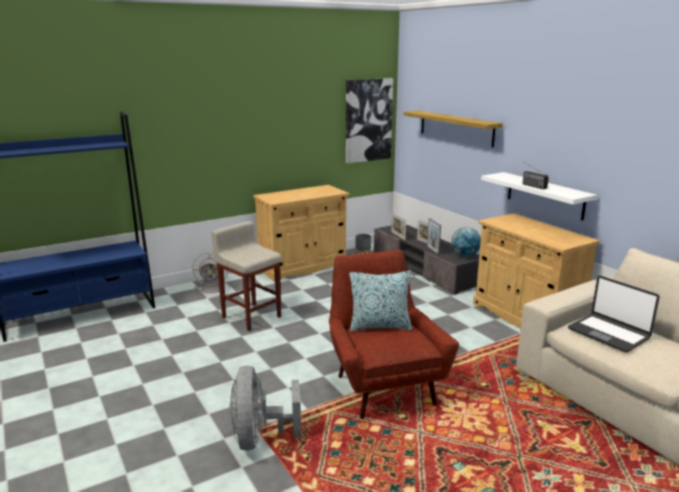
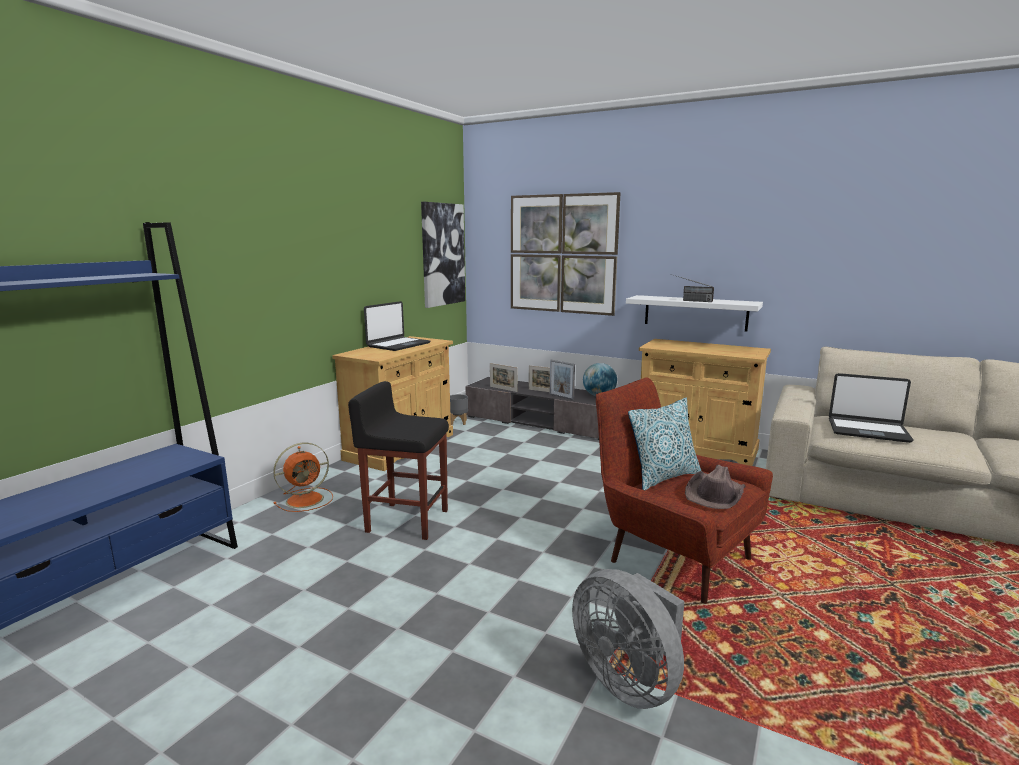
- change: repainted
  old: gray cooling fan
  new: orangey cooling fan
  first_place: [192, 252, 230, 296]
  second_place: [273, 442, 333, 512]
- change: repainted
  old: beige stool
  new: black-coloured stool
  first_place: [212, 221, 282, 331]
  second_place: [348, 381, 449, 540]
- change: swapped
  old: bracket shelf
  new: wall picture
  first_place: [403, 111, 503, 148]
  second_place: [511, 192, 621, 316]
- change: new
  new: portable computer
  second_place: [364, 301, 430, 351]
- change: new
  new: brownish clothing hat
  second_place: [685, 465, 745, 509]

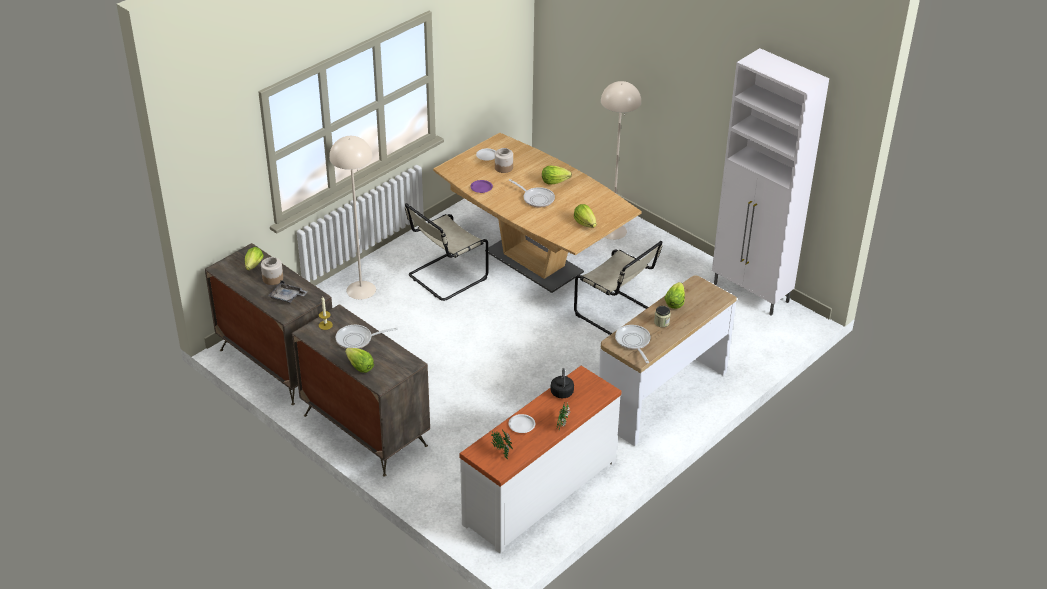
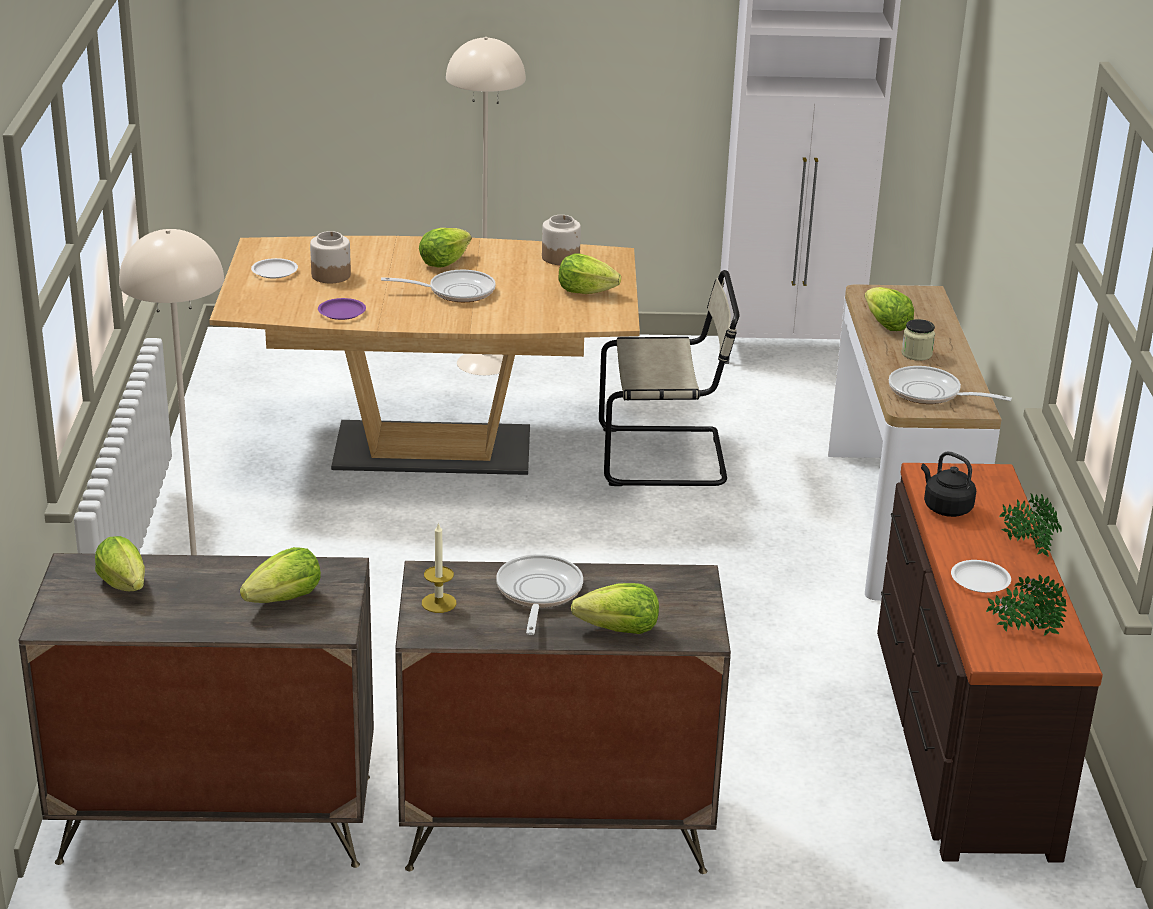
- change: shifted
  old: storage jar
  first_place: [261, 257, 283, 285]
  second_place: [542, 215, 581, 265]
- change: swapped
  old: gray tray
  new: lettuce head
  first_place: [268, 280, 307, 304]
  second_place: [240, 547, 321, 603]
- change: rotated
  old: skillet
  first_place: [336, 325, 398, 349]
  second_place: [496, 554, 583, 635]
  degrees: 150
- change: gone
  old: beige chair
  first_place: [405, 203, 488, 301]
- change: repainted
  old: white-coloured dresser
  new: brownish dresser
  first_place: [459, 366, 622, 553]
  second_place: [877, 463, 1103, 863]

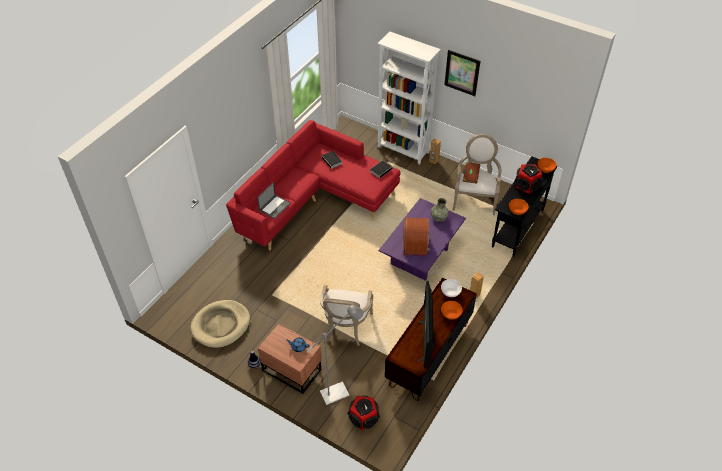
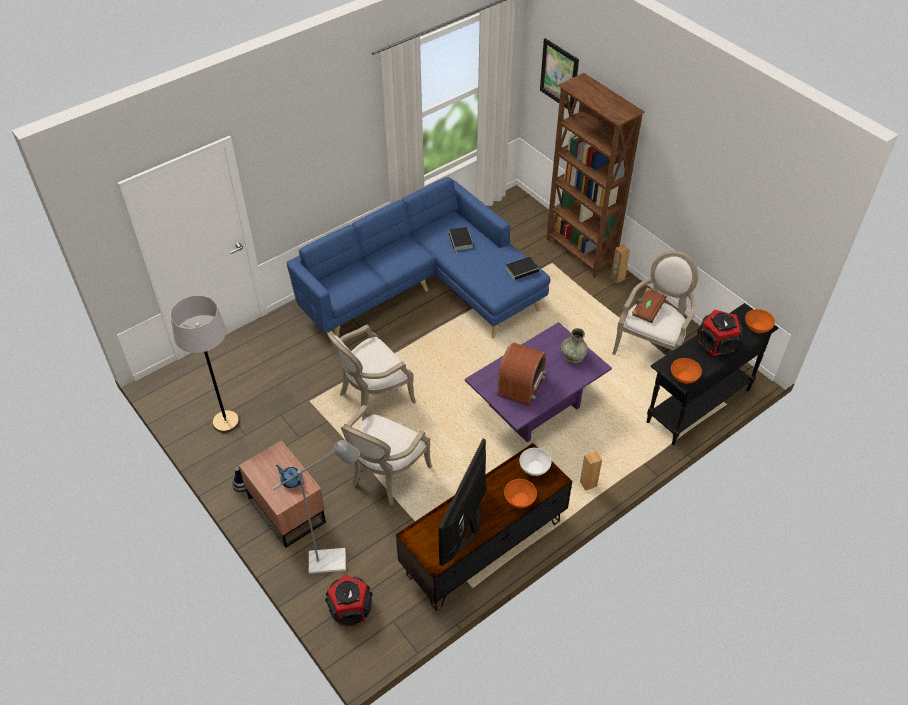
- change: swapped
  old: beige dog bed
  new: gray standing lamp
  first_place: [190, 300, 250, 348]
  second_place: [170, 295, 240, 433]
- change: repainted
  old: reddish settee
  new: blue settee
  first_place: [226, 120, 400, 251]
  second_place: [287, 177, 550, 338]
- change: gone
  old: portable computer
  first_place: [257, 182, 291, 219]
- change: repainted
  old: white-coloured bookshelf
  new: brownish bookshelf
  first_place: [377, 32, 441, 165]
  second_place: [546, 73, 645, 278]
- change: shifted
  old: wall picture
  first_place: [444, 50, 481, 96]
  second_place: [540, 38, 579, 109]
- change: new
  new: lounge chair
  second_place: [327, 325, 416, 420]

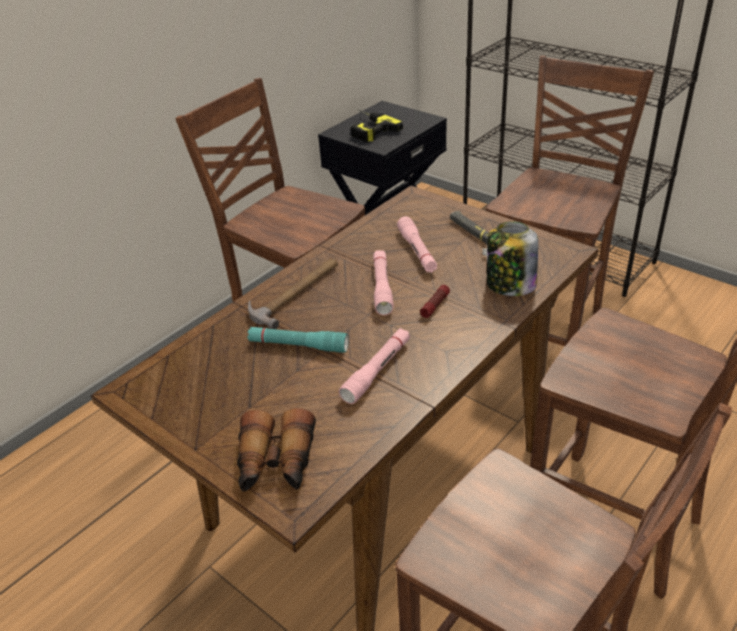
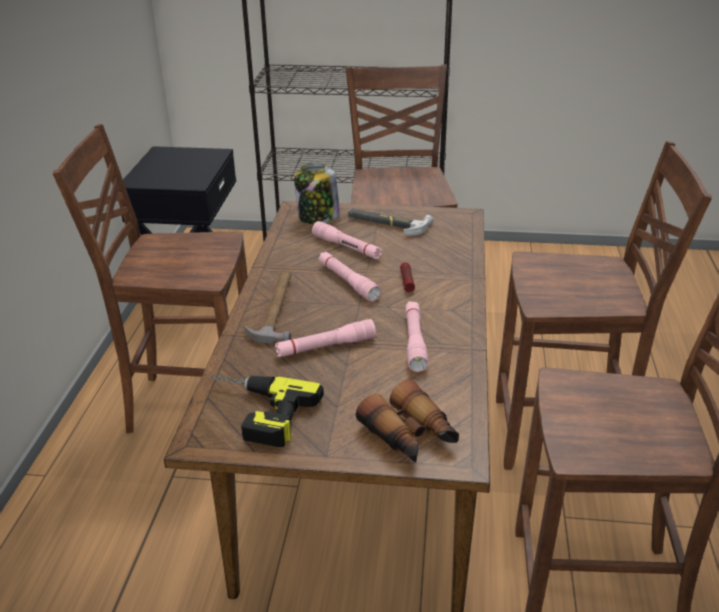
- change: repainted
  old: turquoise flashlight
  new: pinkish flashlight
  first_place: [247, 327, 349, 353]
  second_place: [275, 319, 376, 357]
- change: shifted
  old: power drill
  first_place: [351, 109, 403, 142]
  second_place: [212, 375, 324, 447]
- change: shifted
  old: storage jar
  first_place: [487, 221, 538, 296]
  second_place: [294, 163, 340, 224]

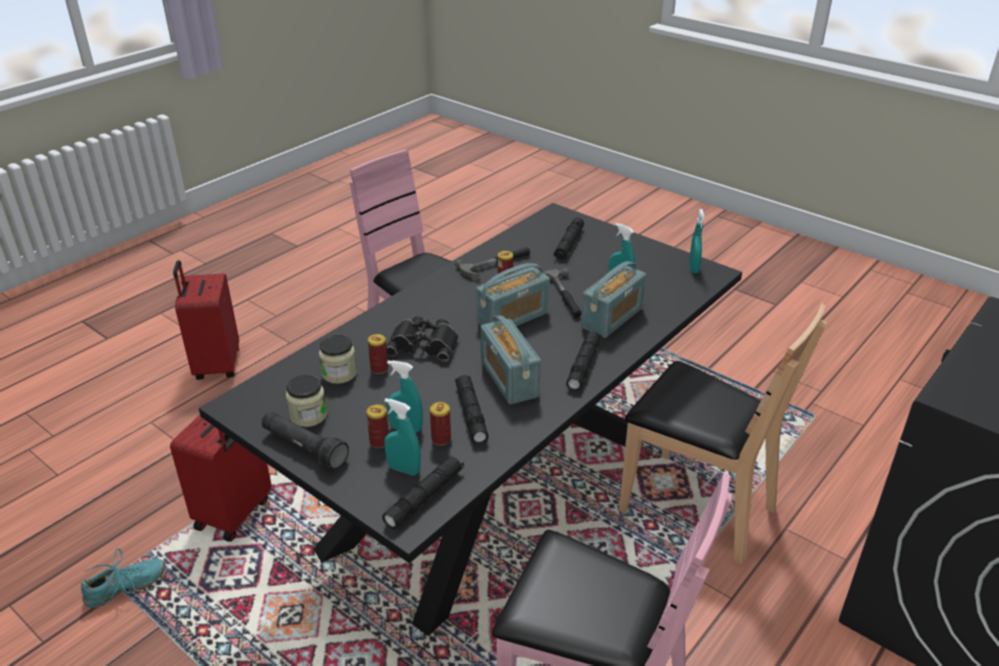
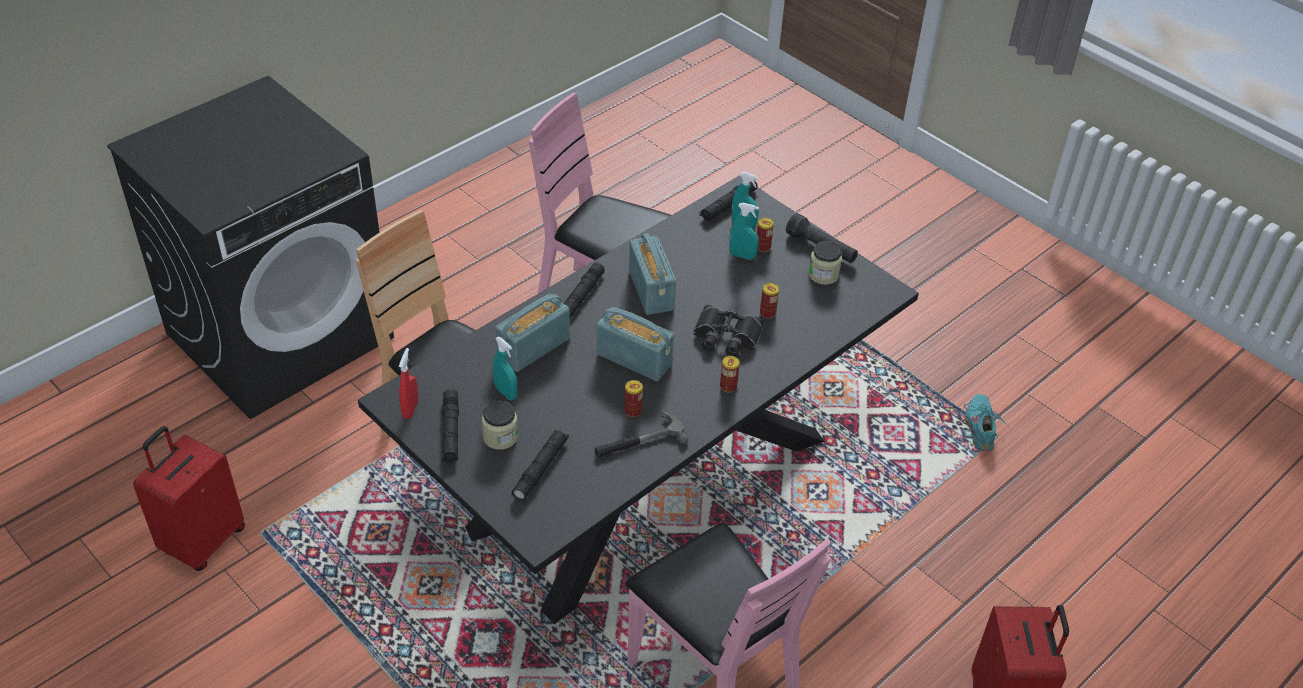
- change: rotated
  old: turquoise shoe
  first_place: [81, 548, 166, 608]
  second_place: [963, 394, 1010, 451]
  degrees: 120
- change: shifted
  old: reddish suitcase
  first_place: [170, 415, 272, 542]
  second_place: [133, 426, 245, 571]
- change: shifted
  old: storage jar
  first_place: [319, 335, 357, 384]
  second_place: [482, 401, 518, 450]
- change: shifted
  old: metal can
  first_place: [430, 402, 451, 446]
  second_place: [720, 356, 740, 392]
- change: shifted
  old: black-coloured flashlight
  first_place: [455, 375, 488, 444]
  second_place: [442, 389, 459, 462]
- change: rotated
  old: radio set
  first_place: [476, 263, 550, 326]
  second_place: [597, 307, 674, 381]
  degrees: 60
- change: gone
  old: hammer
  first_place: [544, 268, 582, 318]
- change: repainted
  old: turquoise hand sprayer
  new: reddish hand sprayer
  first_place: [689, 209, 704, 273]
  second_place: [399, 348, 418, 419]

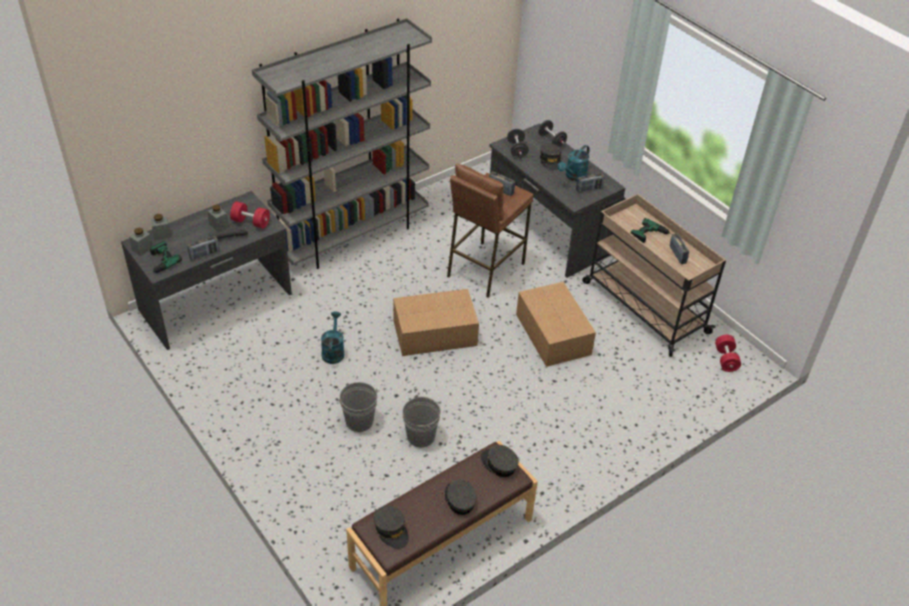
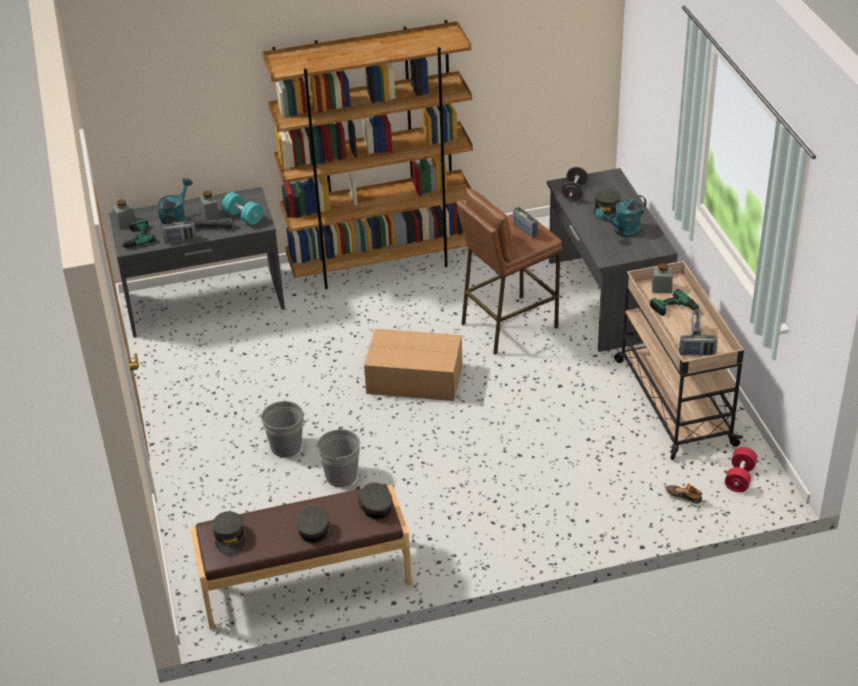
- change: shifted
  old: gray storage jar
  first_place: [151, 214, 172, 241]
  second_place: [652, 263, 673, 293]
- change: repainted
  old: reddish hand weight
  new: turquoise hand weight
  first_place: [230, 201, 270, 229]
  second_place: [222, 192, 263, 225]
- change: repainted
  old: gray bookshelf
  new: brownish bookshelf
  first_place: [252, 18, 432, 269]
  second_place: [263, 20, 473, 289]
- change: shifted
  old: turquoise watering can
  first_place: [321, 312, 344, 364]
  second_place: [158, 178, 193, 228]
- change: gone
  old: packing box
  first_place: [516, 282, 596, 367]
- change: gone
  old: black-coloured hand weight
  first_place: [538, 120, 567, 147]
- change: shifted
  old: radio set
  first_place: [576, 173, 605, 193]
  second_place: [679, 335, 718, 356]
- change: new
  new: shoe
  second_place: [666, 484, 704, 507]

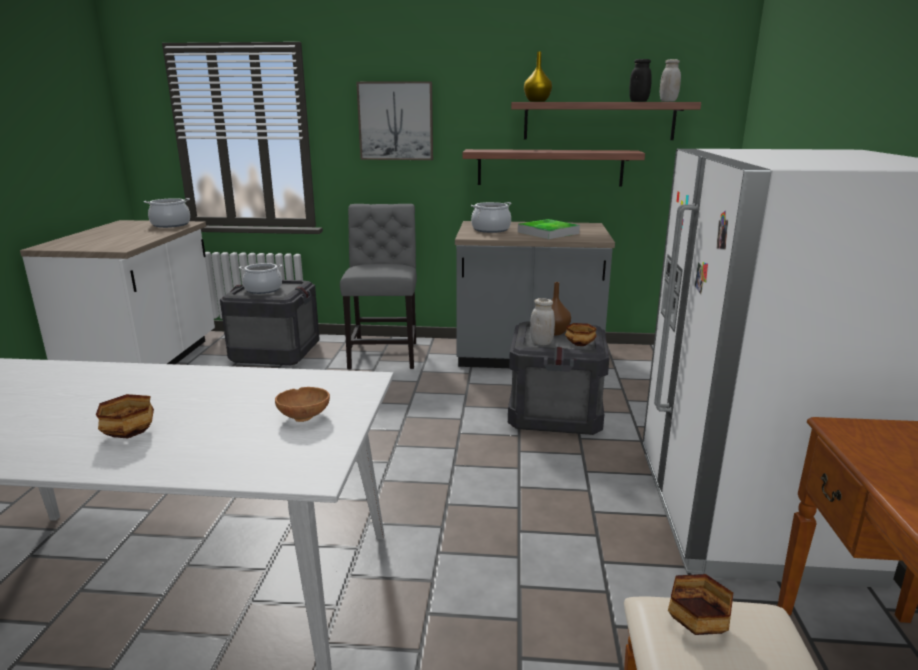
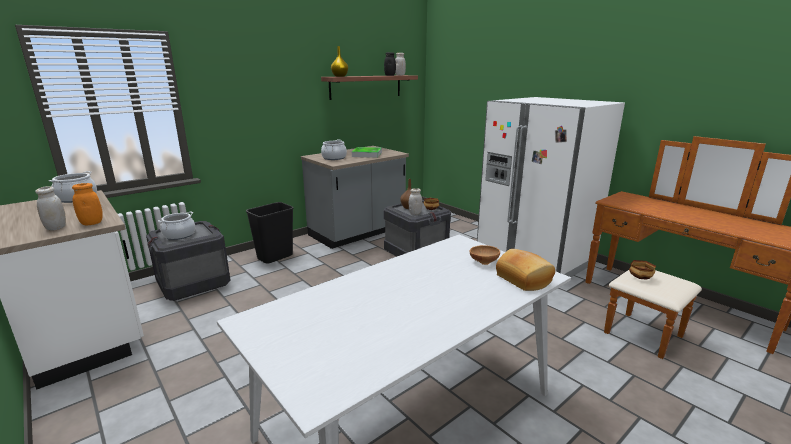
- change: gone
  old: deep dish
  first_place: [96, 394, 154, 439]
- change: swapped
  old: gray chair
  new: black-coloured trash can
  first_place: [340, 204, 417, 370]
  second_place: [246, 202, 294, 264]
- change: gone
  old: wall picture
  first_place: [356, 81, 433, 160]
- change: gone
  old: bracket shelf
  first_place: [462, 149, 645, 187]
- change: new
  new: white-coloured storage jar
  second_place: [35, 186, 66, 231]
- change: new
  new: orangey storage jar
  second_place: [72, 183, 103, 225]
- change: new
  new: bakery bread
  second_place: [496, 249, 555, 291]

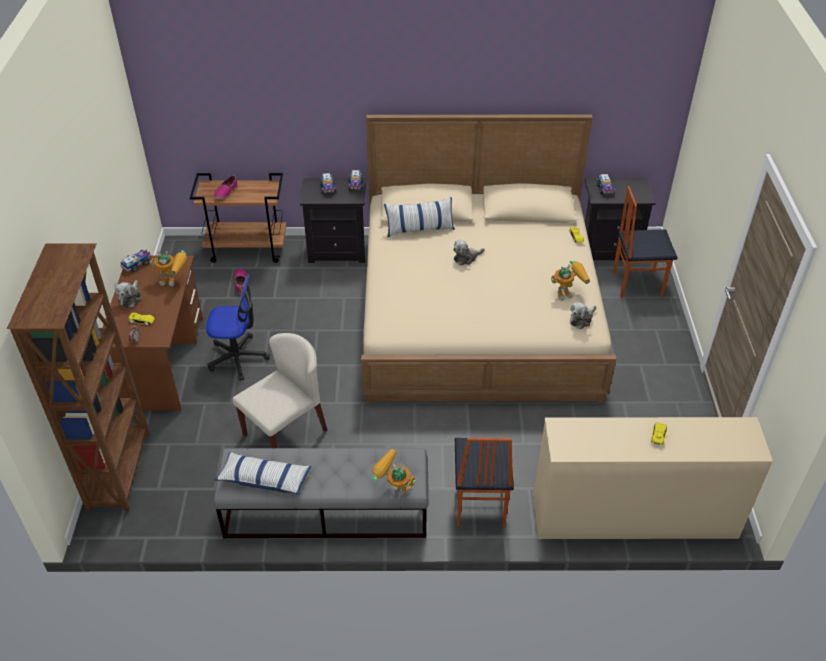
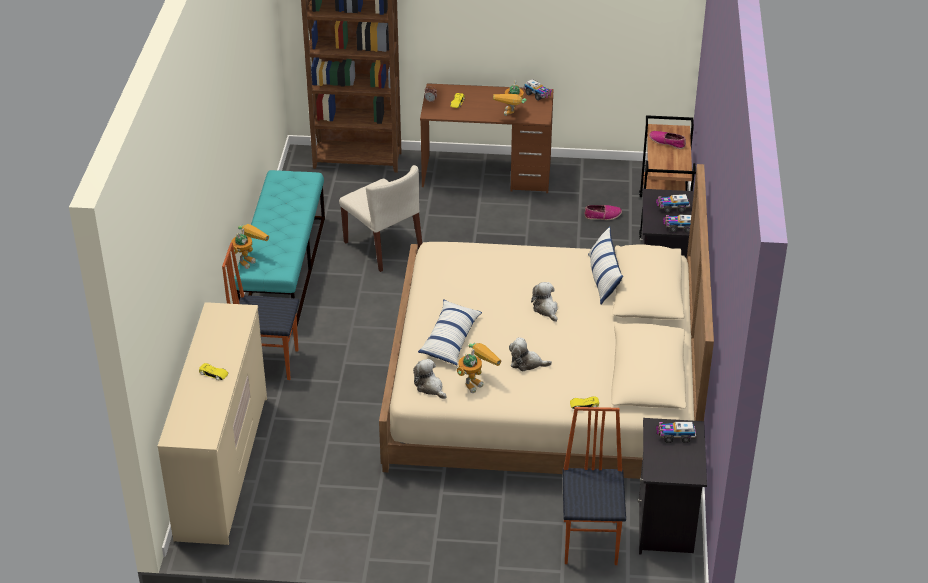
- change: shifted
  old: plush toy
  first_place: [115, 280, 141, 307]
  second_place: [509, 337, 552, 371]
- change: gone
  old: computer chair
  first_place: [206, 274, 270, 381]
- change: repainted
  old: gray long seat
  new: turquoise long seat
  first_place: [214, 448, 429, 539]
  second_place: [234, 170, 325, 327]
- change: shifted
  old: throw pillow
  first_place: [214, 452, 311, 495]
  second_place: [418, 299, 482, 365]
- change: rotated
  old: toy robot
  first_place: [551, 260, 590, 301]
  second_place: [456, 343, 501, 393]
  degrees: -120

